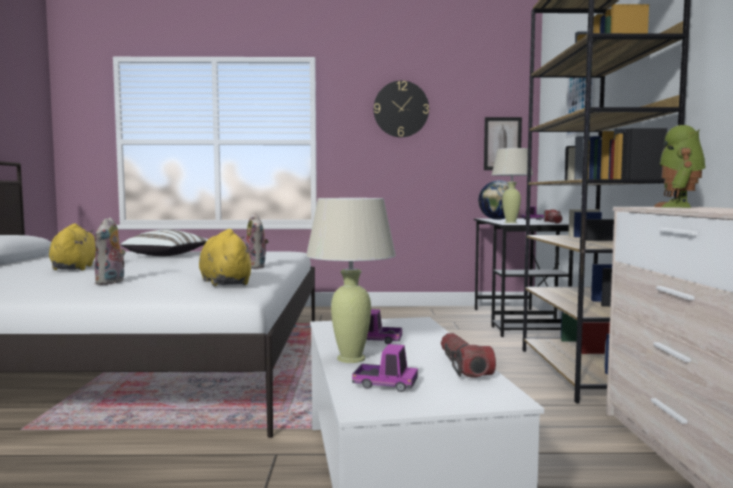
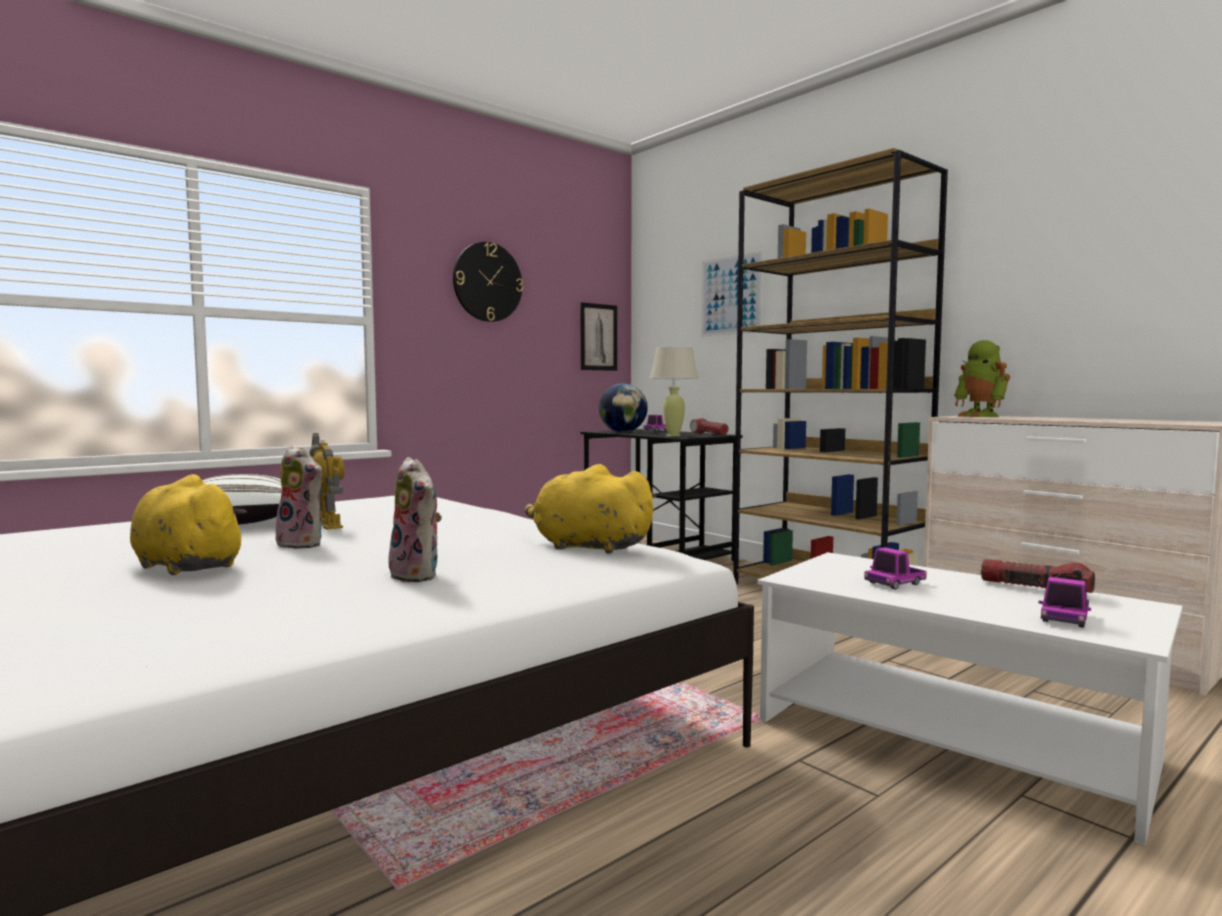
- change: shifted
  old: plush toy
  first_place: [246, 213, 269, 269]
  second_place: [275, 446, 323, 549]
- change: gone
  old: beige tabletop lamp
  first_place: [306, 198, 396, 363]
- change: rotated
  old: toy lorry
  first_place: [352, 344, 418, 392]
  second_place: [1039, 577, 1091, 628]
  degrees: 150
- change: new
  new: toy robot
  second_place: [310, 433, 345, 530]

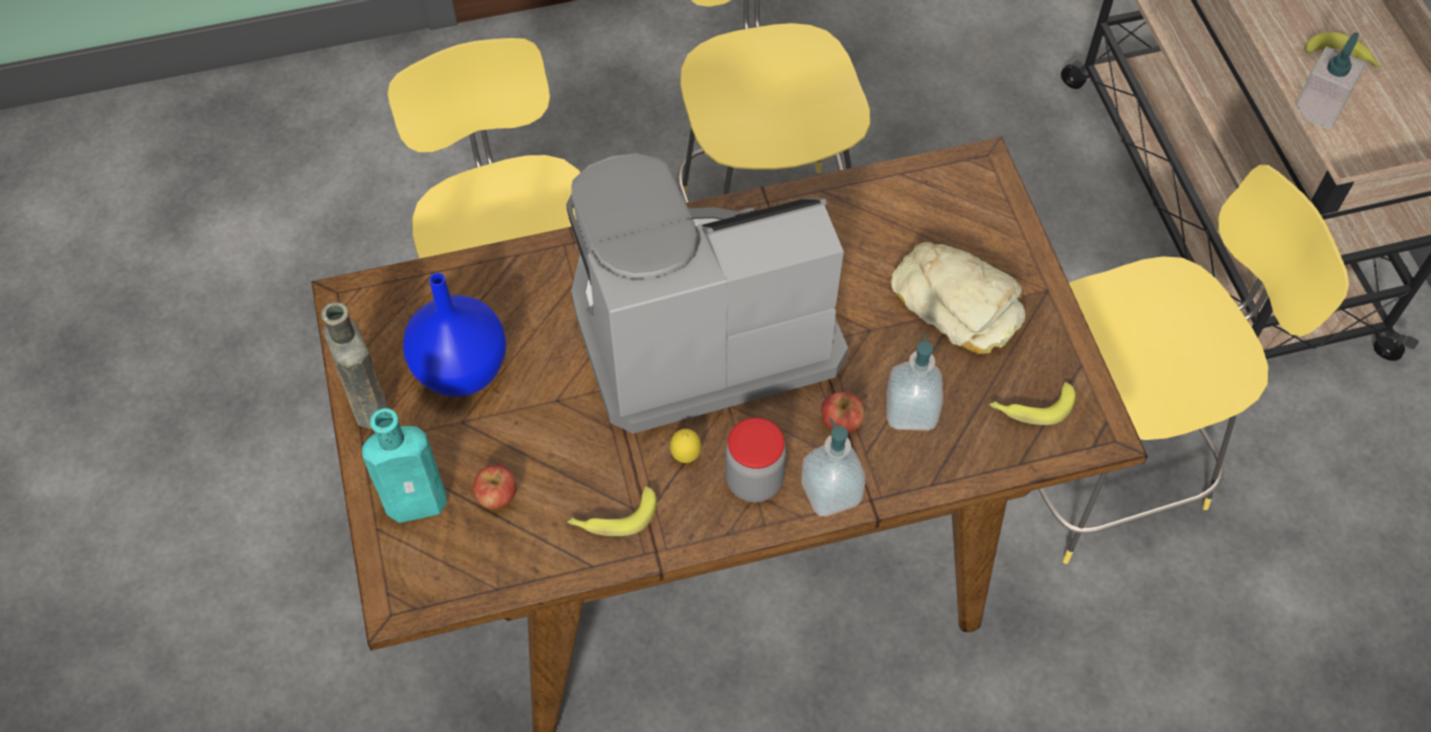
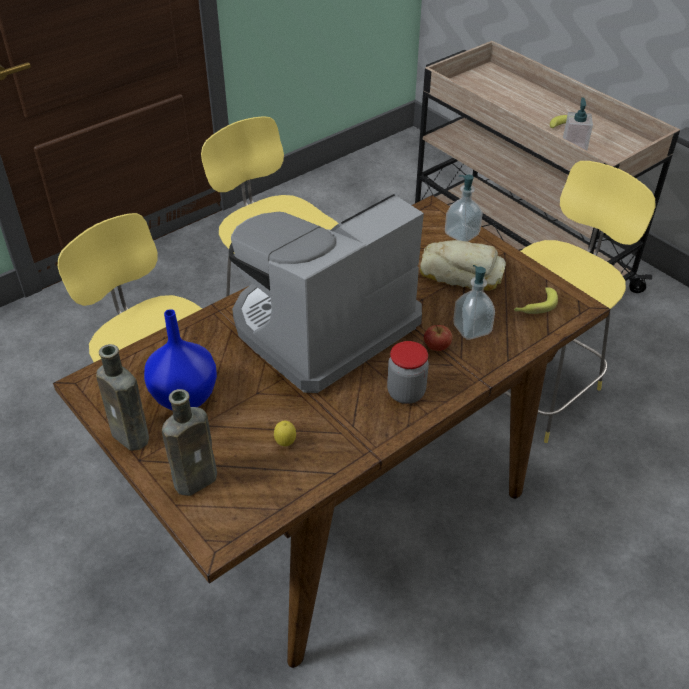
- change: repainted
  old: turquoise beverage bottle
  new: brownish beverage bottle
  first_place: [362, 408, 456, 523]
  second_place: [162, 389, 217, 496]
- change: gone
  old: apple
  first_place: [473, 464, 517, 509]
- change: gone
  old: banana
  first_place: [567, 486, 657, 536]
- change: shifted
  old: whole lemon
  first_place: [670, 429, 701, 463]
  second_place: [274, 421, 296, 446]
- change: shifted
  old: soap bottle
  first_place: [801, 418, 866, 517]
  second_place: [445, 175, 483, 242]

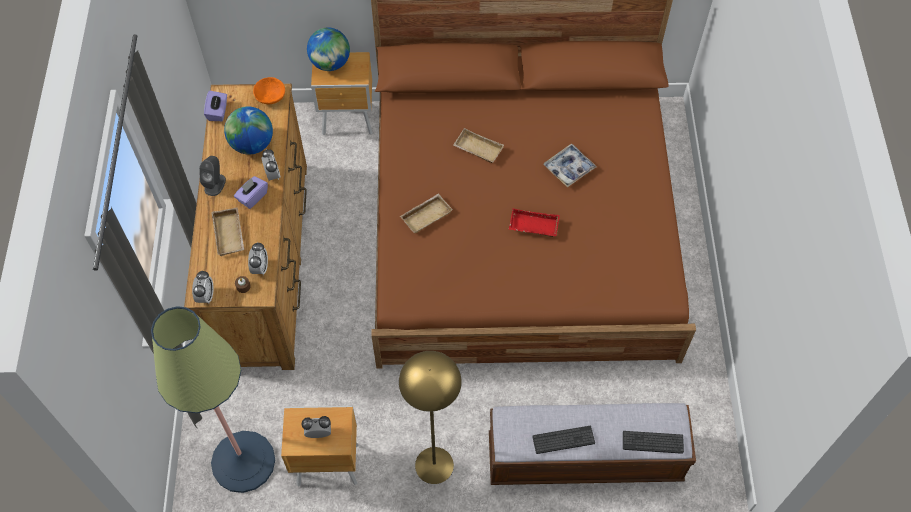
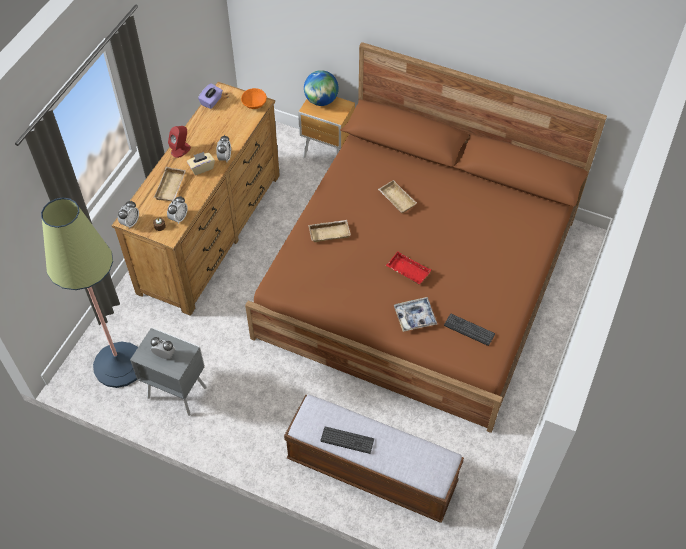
- change: repainted
  old: gray speaker
  new: reddish speaker
  first_place: [199, 156, 226, 196]
  second_place: [168, 126, 191, 158]
- change: gone
  old: desk globe
  first_place: [224, 106, 273, 155]
- change: repainted
  old: purple-coloured tissue box
  new: beige tissue box
  first_place: [234, 176, 268, 209]
  second_place: [187, 152, 215, 175]
- change: repainted
  old: brownish bedside table
  new: gray bedside table
  first_place: [281, 406, 358, 487]
  second_place: [130, 327, 207, 416]
- change: gone
  old: yellowish standing lamp
  first_place: [399, 351, 462, 484]
- change: shifted
  old: tray
  first_place: [543, 144, 596, 187]
  second_place: [394, 297, 437, 332]
- change: shifted
  old: computer keyboard
  first_place: [623, 431, 684, 454]
  second_place: [444, 314, 495, 346]

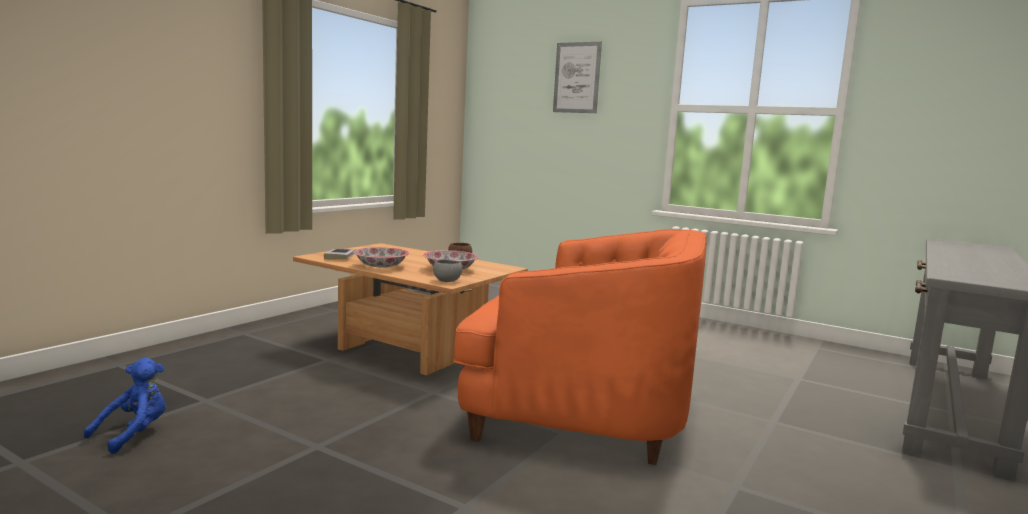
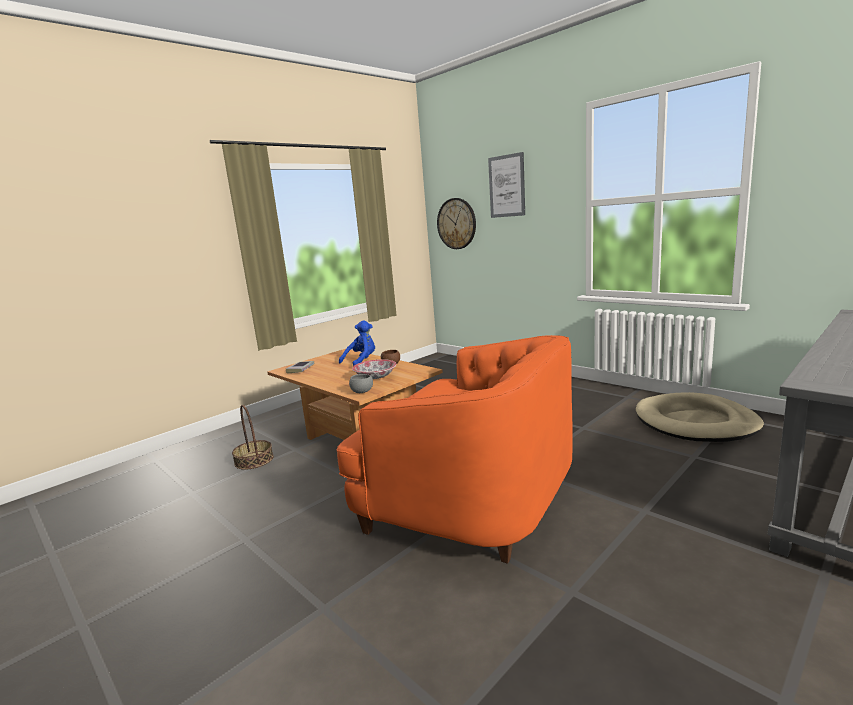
- change: shifted
  old: blue plush toy
  first_place: [84, 358, 166, 454]
  second_place: [339, 320, 375, 366]
- change: gone
  old: deep dish
  first_place: [353, 247, 409, 267]
- change: new
  new: storage basket
  second_place: [232, 405, 274, 470]
- change: new
  new: wall clock
  second_place: [437, 198, 476, 249]
- change: new
  new: beige dog bed
  second_place: [636, 392, 764, 442]

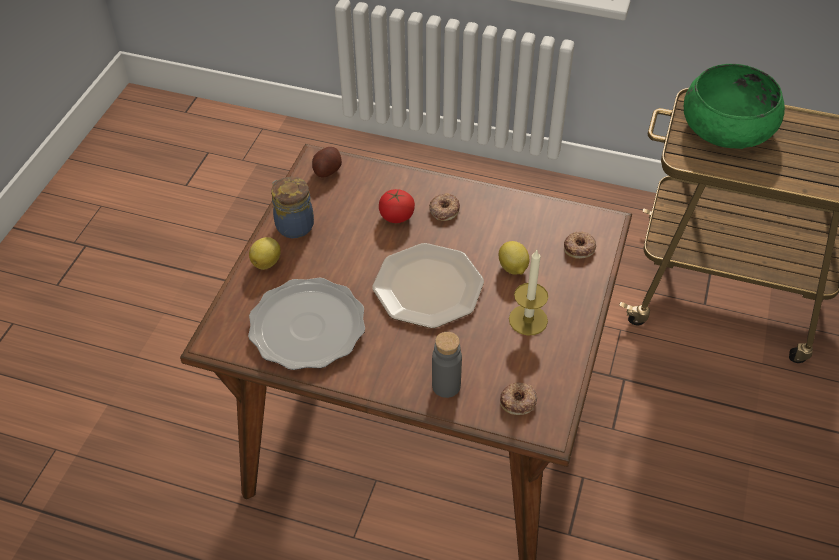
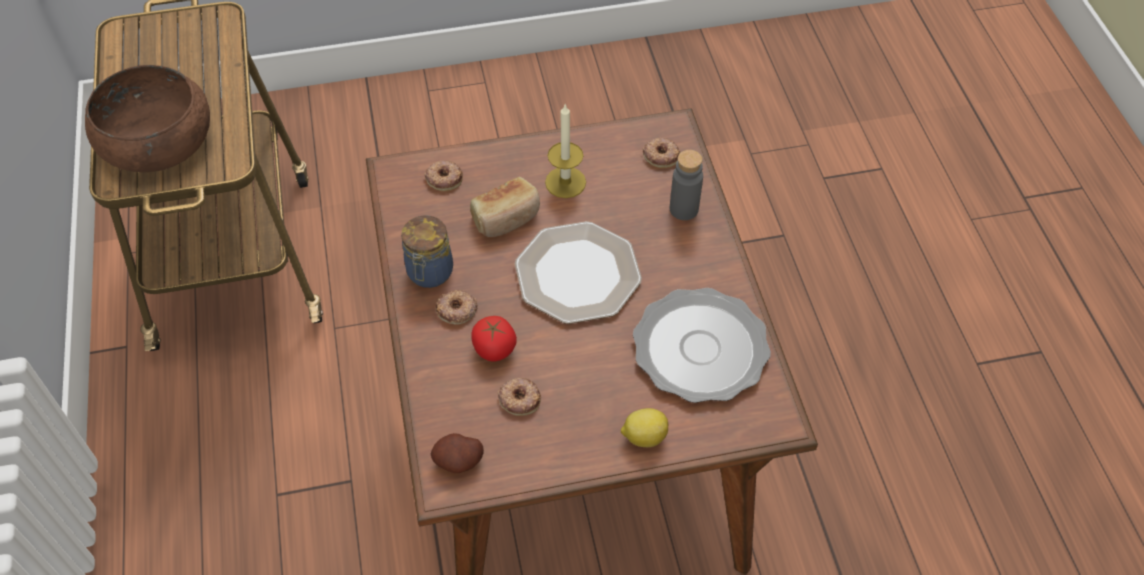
- change: shifted
  old: storage jar
  first_place: [271, 177, 314, 238]
  second_place: [401, 215, 453, 288]
- change: swapped
  old: whole lemon
  new: bakery bread
  first_place: [499, 241, 529, 275]
  second_place: [470, 177, 540, 237]
- change: repainted
  old: green-coloured deep dish
  new: brownish deep dish
  first_place: [684, 64, 785, 149]
  second_place: [85, 65, 210, 172]
- change: new
  new: doughnut
  second_place: [498, 378, 541, 416]

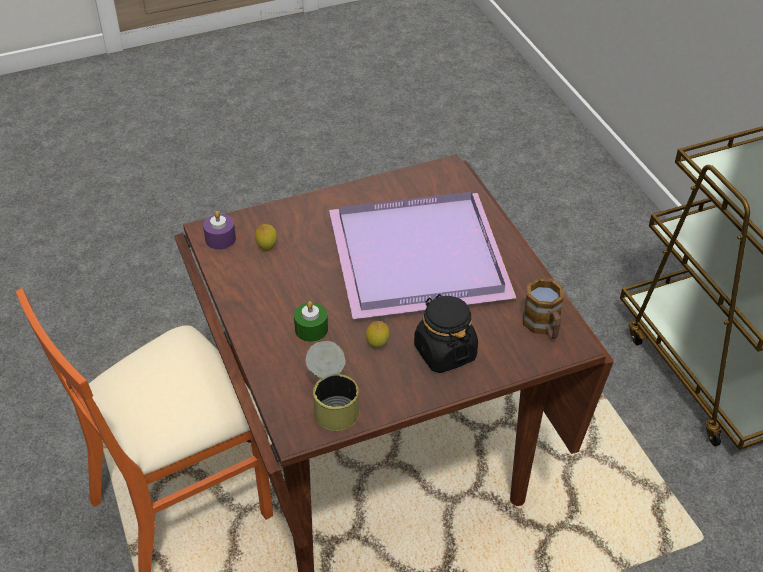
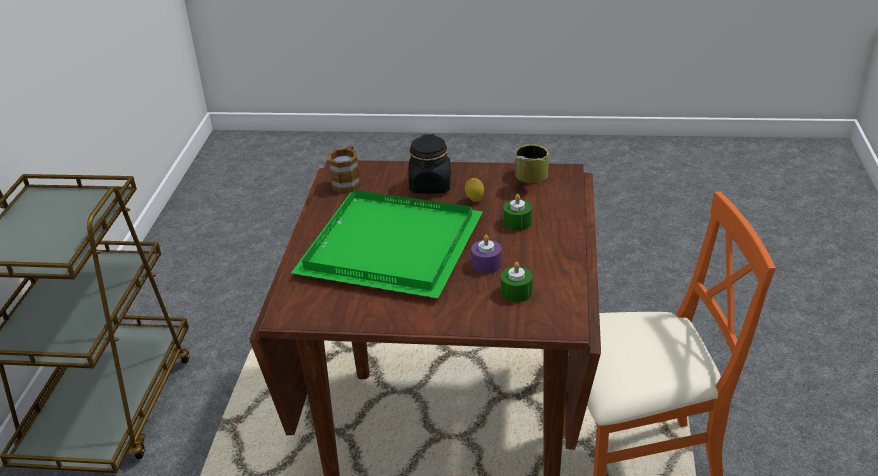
- change: shifted
  old: purple-coloured wax candle
  first_place: [203, 211, 236, 249]
  second_place: [471, 235, 502, 274]
- change: swapped
  old: whole lemon
  new: green-coloured wax candle
  first_place: [255, 224, 277, 251]
  second_place: [501, 262, 533, 302]
- change: repainted
  old: purple-coloured tray
  new: green-coloured tray
  first_place: [329, 192, 516, 319]
  second_place: [291, 190, 483, 298]

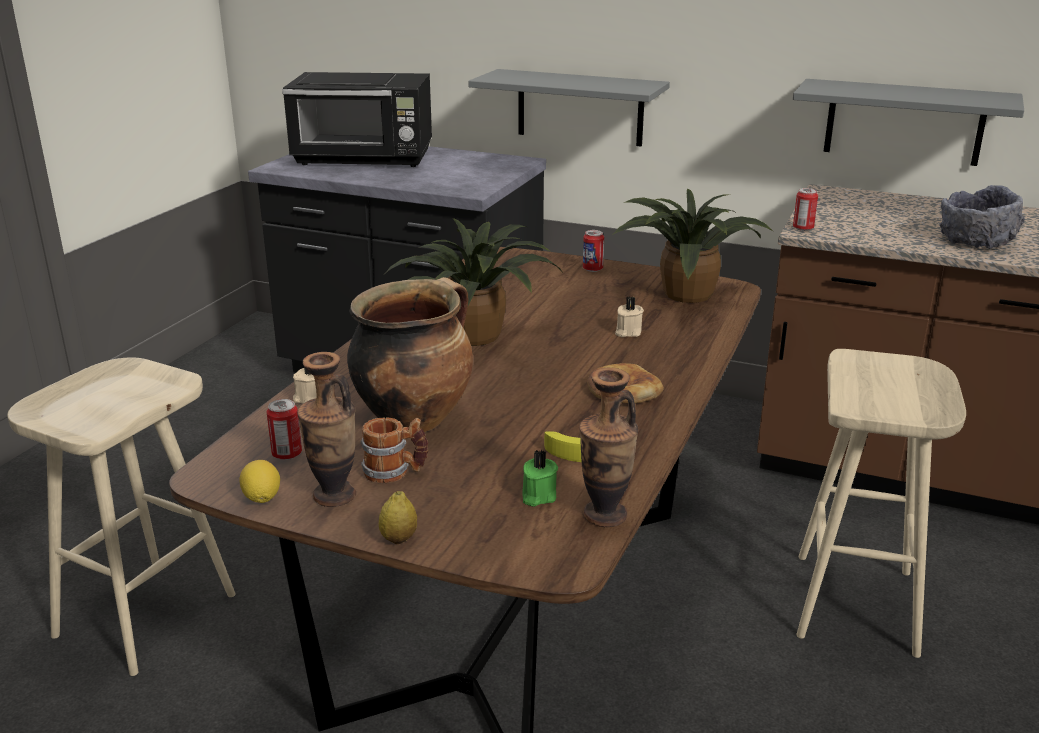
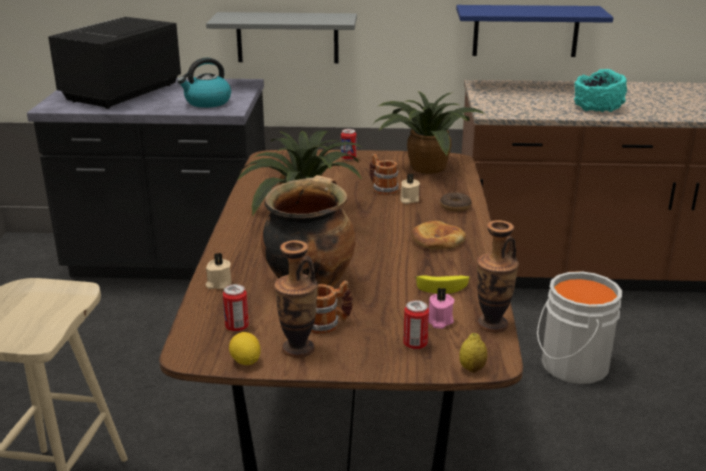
- change: rotated
  old: black-coloured microwave
  first_place: [282, 72, 432, 167]
  second_place: [48, 17, 181, 109]
  degrees: 135
- change: shifted
  old: whole lemon
  first_place: [379, 491, 417, 544]
  second_place: [459, 333, 487, 372]
- change: repainted
  old: green-coloured wax candle
  new: pinkish wax candle
  first_place: [522, 450, 558, 507]
  second_place: [429, 287, 455, 329]
- change: repainted
  old: gray bracket shelf
  new: blue bracket shelf
  first_place: [793, 79, 1024, 166]
  second_place: [456, 5, 613, 57]
- change: shifted
  old: metal can
  first_place: [793, 188, 818, 231]
  second_place: [403, 300, 429, 349]
- change: swapped
  old: beige stool
  new: gray pail
  first_place: [796, 349, 966, 658]
  second_place: [537, 271, 622, 384]
- change: repainted
  old: gray deep dish
  new: turquoise deep dish
  first_place: [939, 185, 1025, 249]
  second_place: [574, 69, 627, 112]
- change: new
  new: kettle
  second_place: [177, 58, 231, 108]
- change: new
  new: coffee mug
  second_place: [369, 154, 399, 195]
- change: new
  new: doughnut
  second_place: [440, 192, 472, 212]

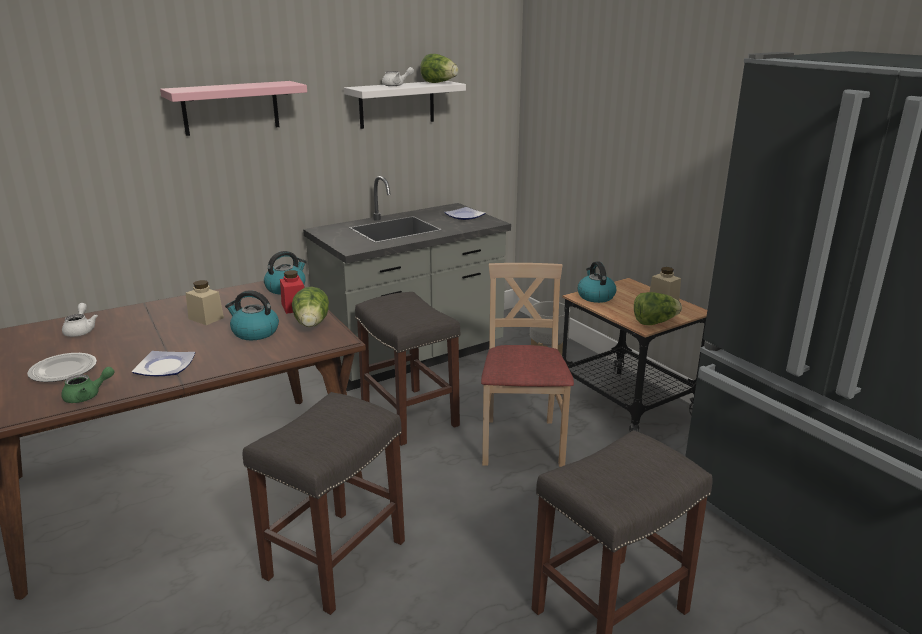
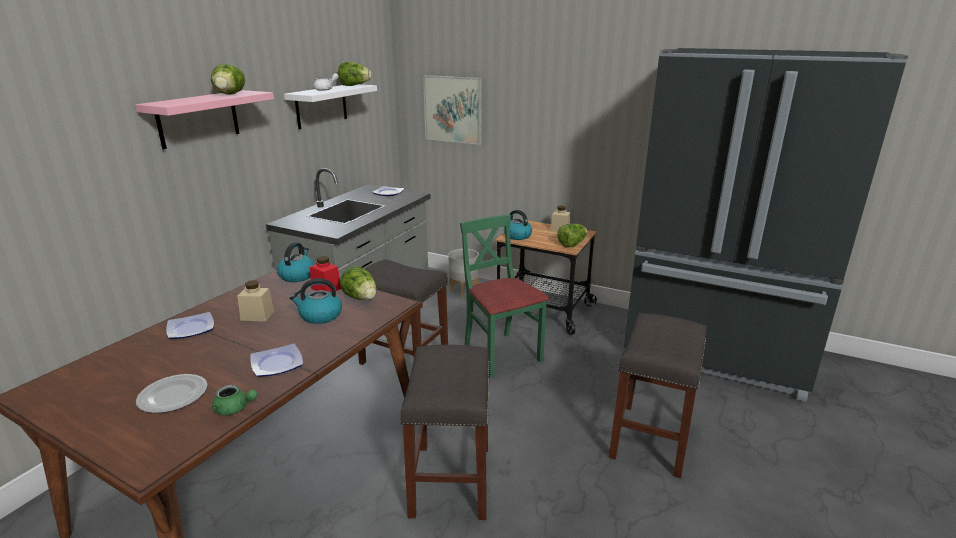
- change: rotated
  old: green-coloured tea pot
  first_place: [61, 367, 115, 403]
  second_place: [212, 385, 258, 415]
  degrees: 75
- change: gone
  old: white-coloured tea pot
  first_place: [62, 303, 98, 337]
- change: repainted
  old: beige chair
  new: green-coloured chair
  first_place: [481, 263, 574, 467]
  second_place: [460, 214, 549, 378]
- change: new
  new: dinner plate
  second_place: [166, 312, 214, 339]
- change: new
  new: lettuce head
  second_place: [211, 63, 245, 95]
- change: new
  new: wall picture
  second_place: [423, 75, 482, 145]

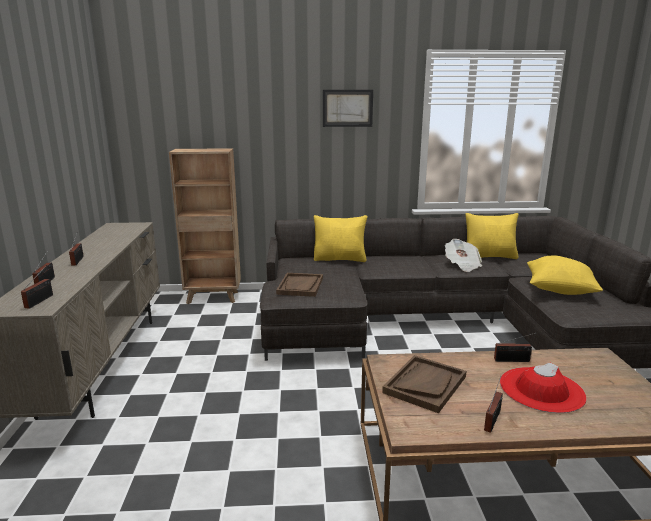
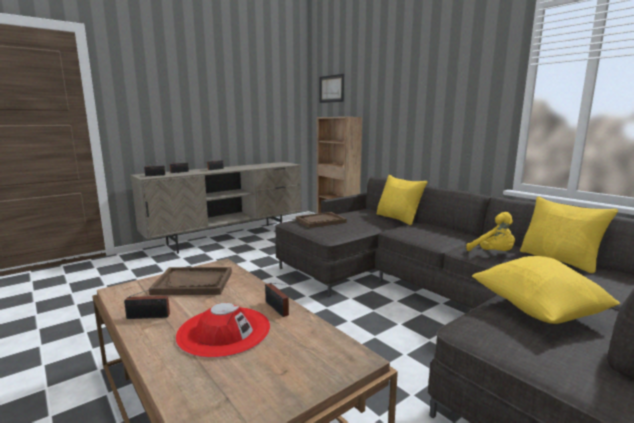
- change: shifted
  old: wall picture
  first_place: [323, 90, 373, 127]
  second_place: [320, 74, 344, 103]
- change: swapped
  old: newspaper
  new: yellowish plush toy
  first_place: [445, 239, 482, 272]
  second_place: [466, 212, 515, 251]

